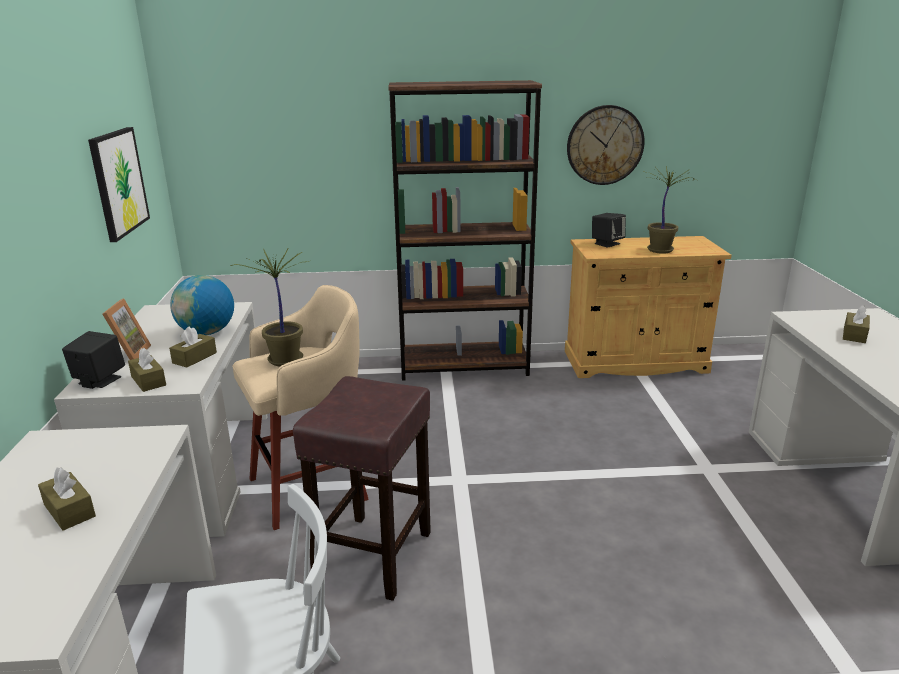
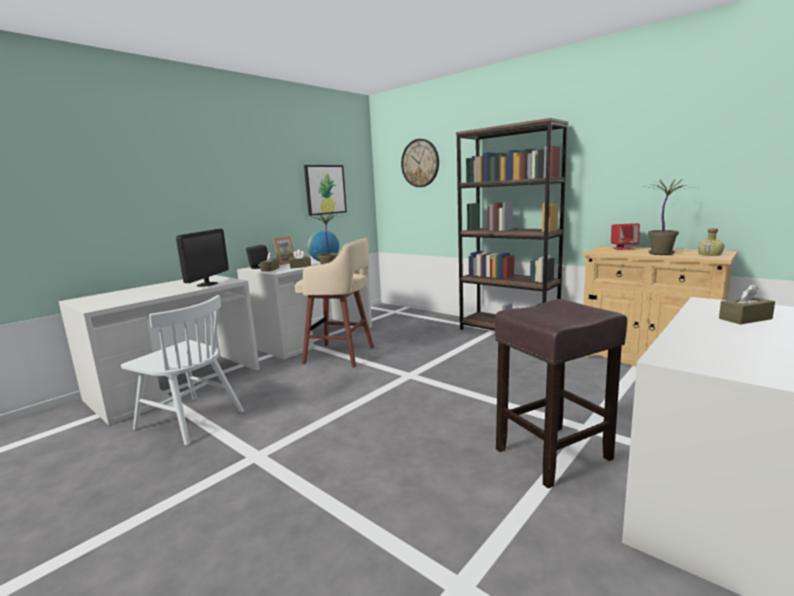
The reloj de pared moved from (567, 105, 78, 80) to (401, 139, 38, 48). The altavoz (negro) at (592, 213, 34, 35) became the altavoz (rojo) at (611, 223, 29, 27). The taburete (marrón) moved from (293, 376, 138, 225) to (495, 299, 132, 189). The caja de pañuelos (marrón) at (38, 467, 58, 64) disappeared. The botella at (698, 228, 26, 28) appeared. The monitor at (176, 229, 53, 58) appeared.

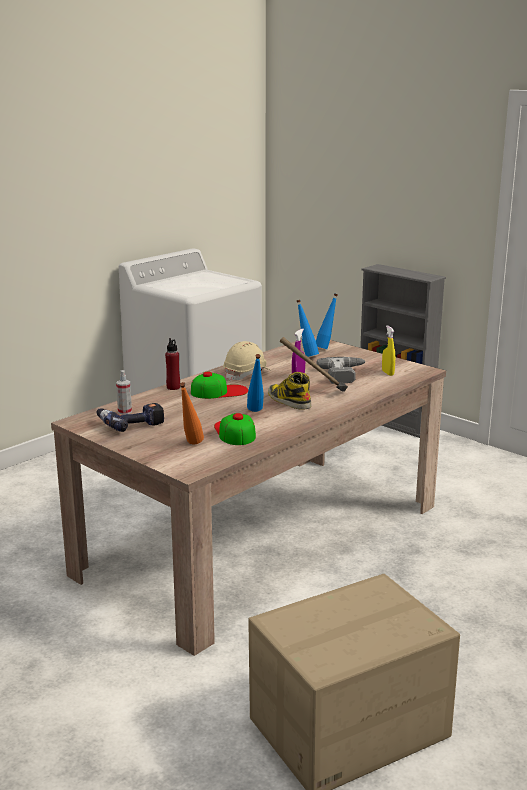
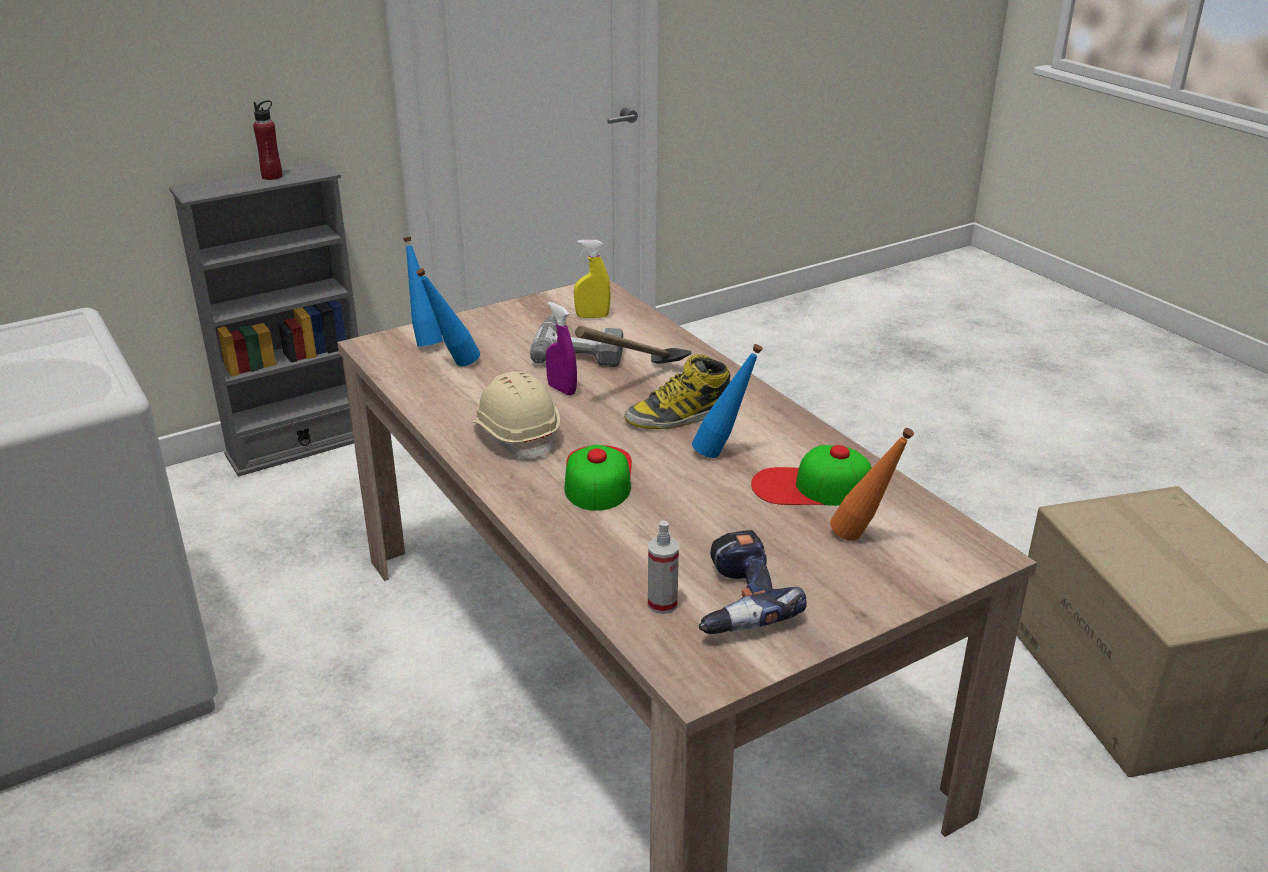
The botella (rojo) moved from (165, 338, 15, 52) to (253, 100, 29, 80).

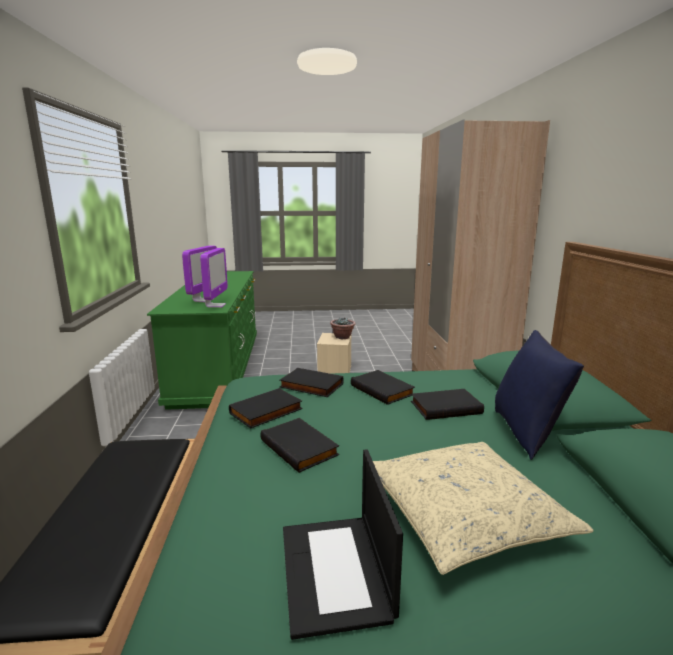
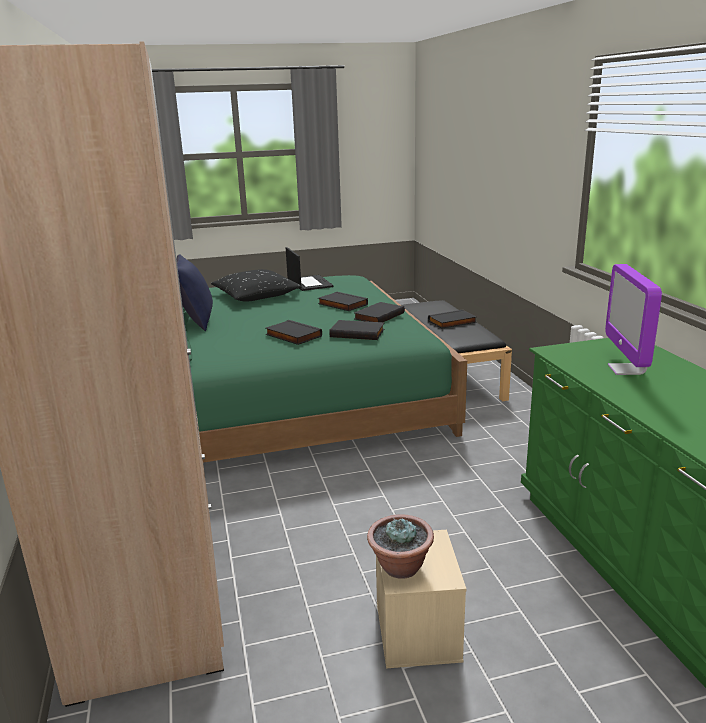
The monitor at (200, 248, 28, 60) disappeared. The libro (negro) moved from (411, 389, 73, 31) to (428, 310, 49, 19). The cojín (beis) at (373, 442, 220, 133) became the cojín (negro) at (211, 269, 90, 33).

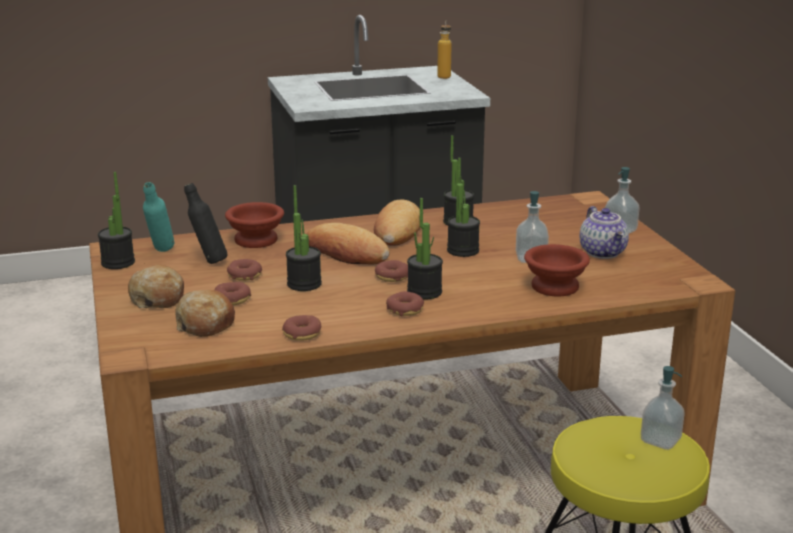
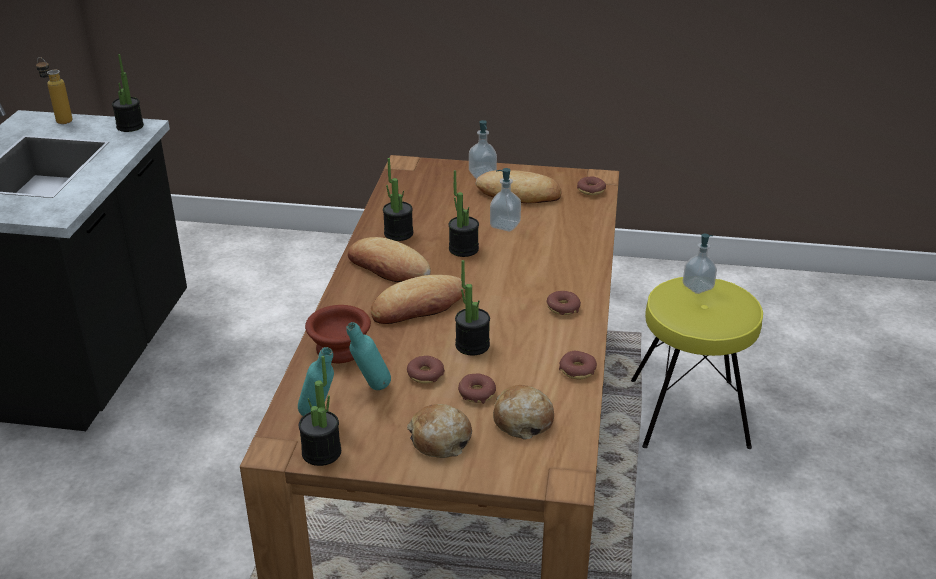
The botella (negro) at (184, 183, 43, 81) became the botella (turquesa) at (346, 322, 45, 68). The planta en maceta moved from (407, 198, 36, 102) to (112, 54, 32, 78). The tetera at (580, 206, 49, 53) was replaced by the pan at (476, 170, 86, 33). The cuenco (marrón) at (524, 244, 66, 53) disappeared. The rosquilla moved from (375, 260, 33, 22) to (577, 176, 29, 19).

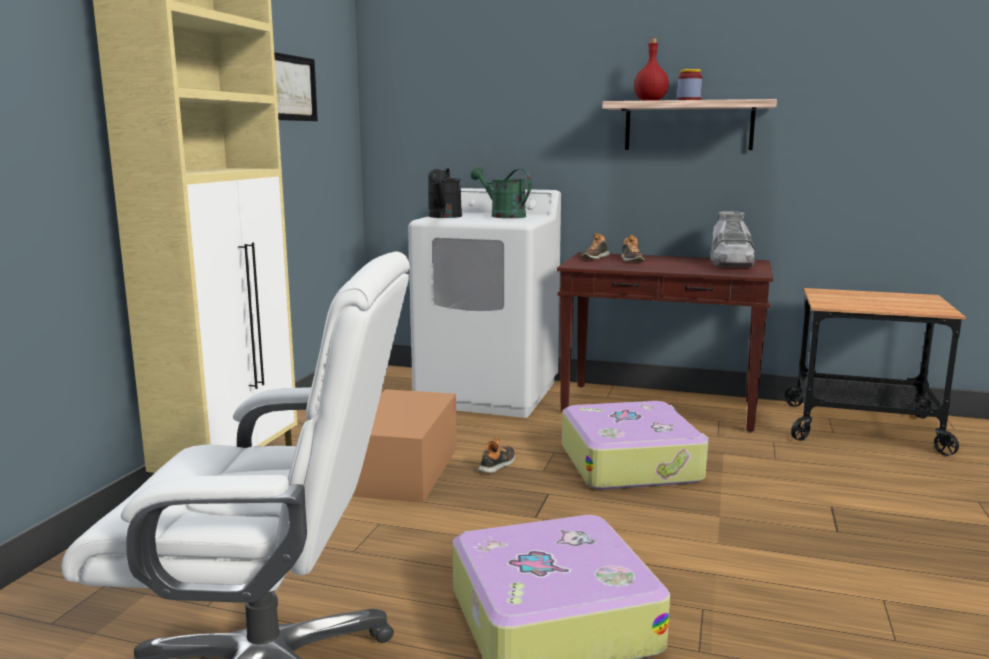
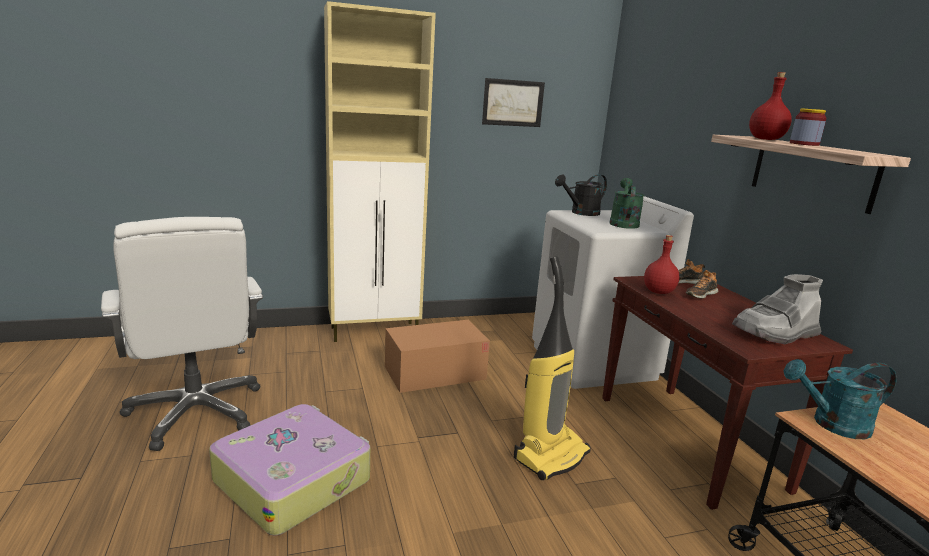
The maleta at (562, 401, 147, 89) was replaced by the aspiradora at (514, 256, 77, 225). The zapato at (478, 438, 37, 35) disappeared. The botella (rojo) at (644, 235, 36, 59) appeared. The regadera (turquesa) at (784, 359, 113, 80) appeared.

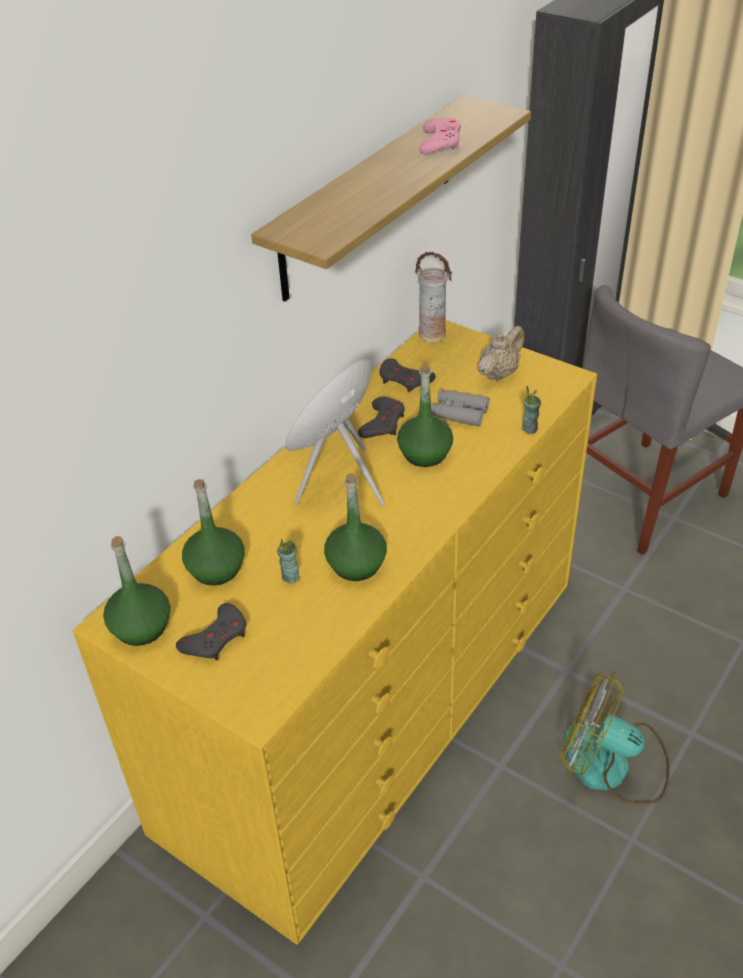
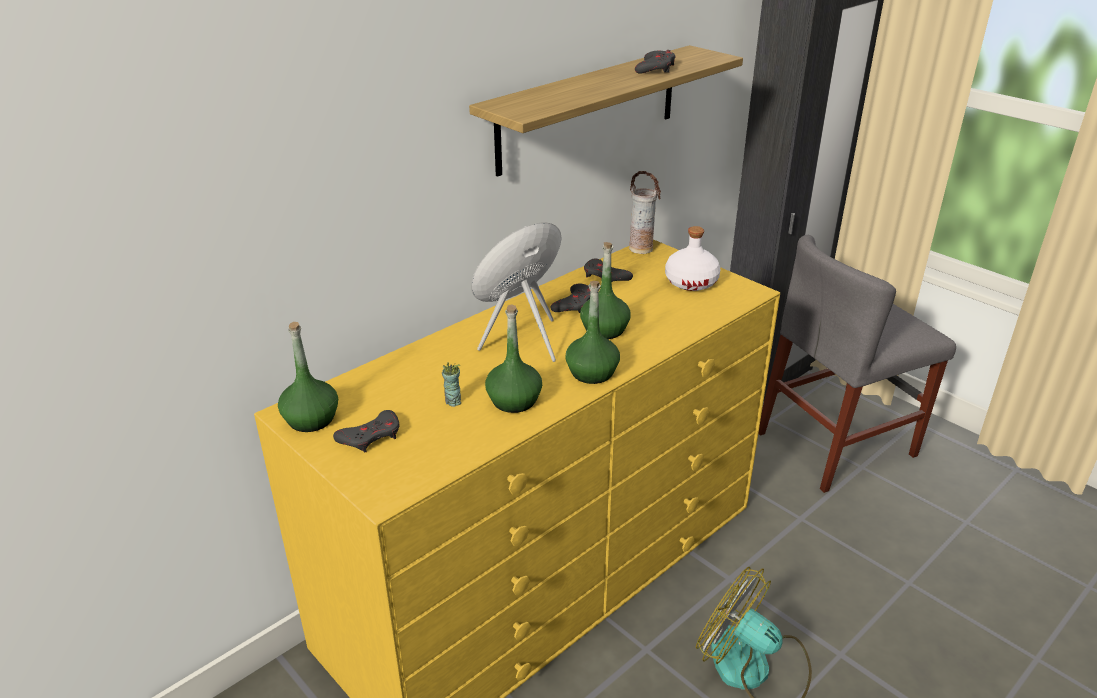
The mando de consola (rosa) at (419, 118, 42, 36) became the mando de consola (gris) at (635, 50, 41, 24). The tetera (beis) at (478, 326, 46, 55) was replaced by the botella (blanco) at (665, 226, 55, 65). The taza at (521, 386, 20, 48) disappeared. The prismáticos (gris) at (431, 389, 59, 38) disappeared. The botella (verde) moved from (182, 479, 63, 106) to (565, 281, 55, 103).

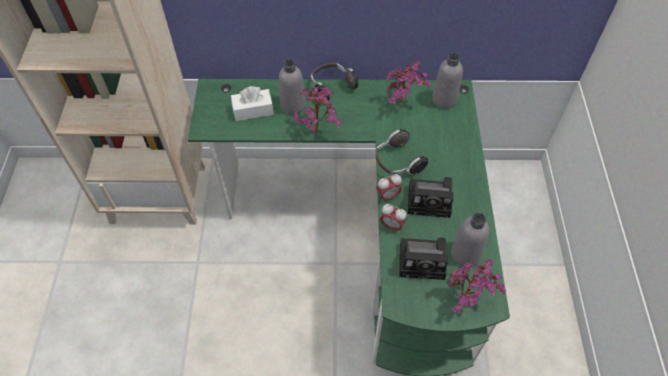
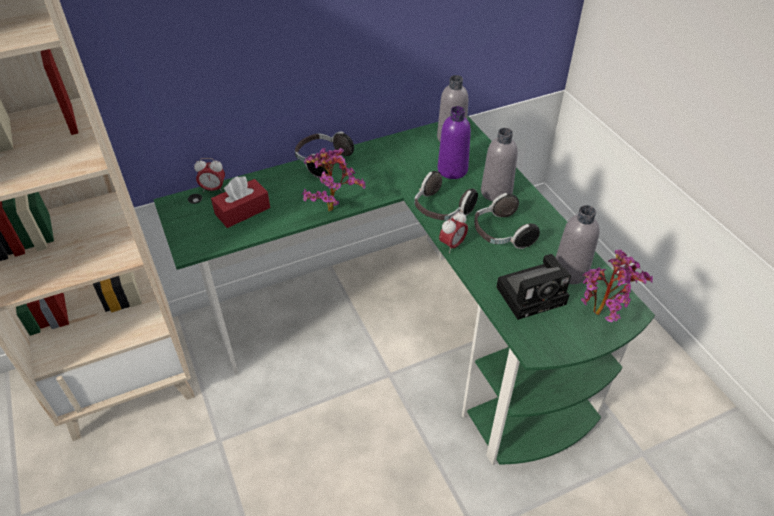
The botella (gris) moved from (279, 59, 26, 56) to (481, 128, 37, 74). The planta en maceta at (386, 61, 45, 43) disappeared. The caja de pañuelos (blanco) at (231, 86, 43, 35) became the caja de pañuelos (rojo) at (211, 176, 59, 52). The cámara at (408, 177, 45, 41) was replaced by the auriculares at (474, 193, 66, 56). The despertador moved from (380, 204, 27, 29) to (194, 158, 31, 34). The botella (morado) at (438, 106, 33, 73) appeared.

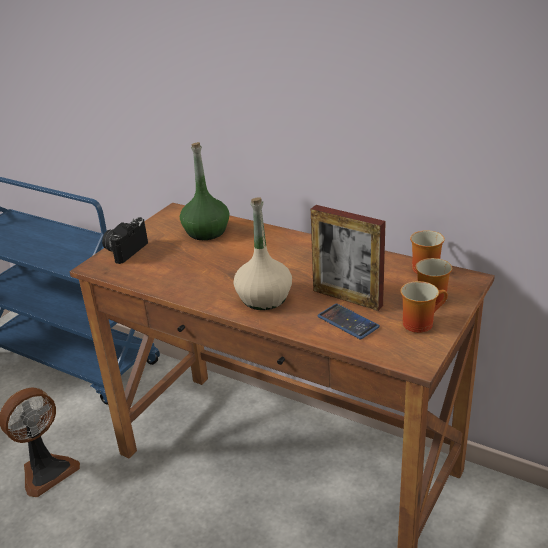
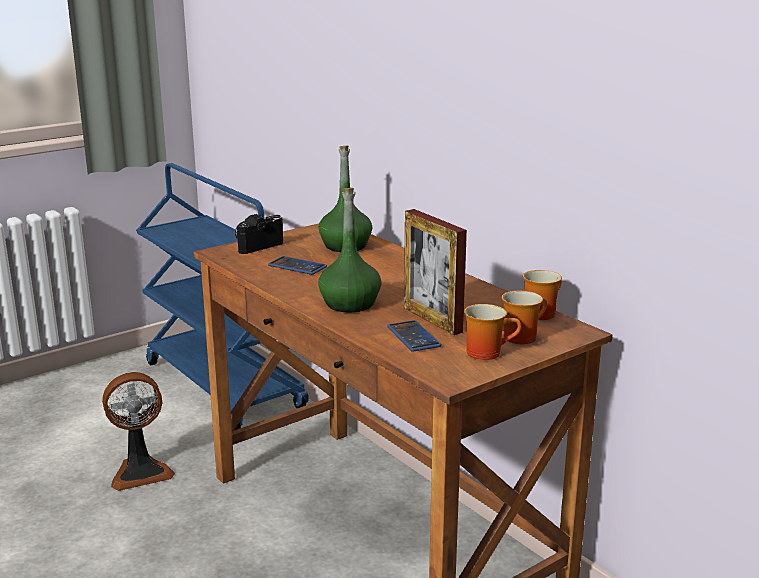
The botella (beis) at (234, 197, 58, 113) became the botella (verde) at (318, 188, 64, 125). The móvil at (268, 256, 59, 19) appeared.

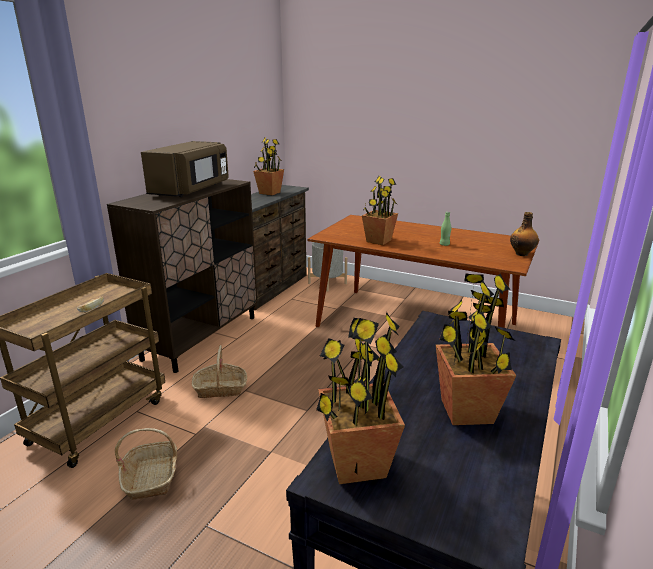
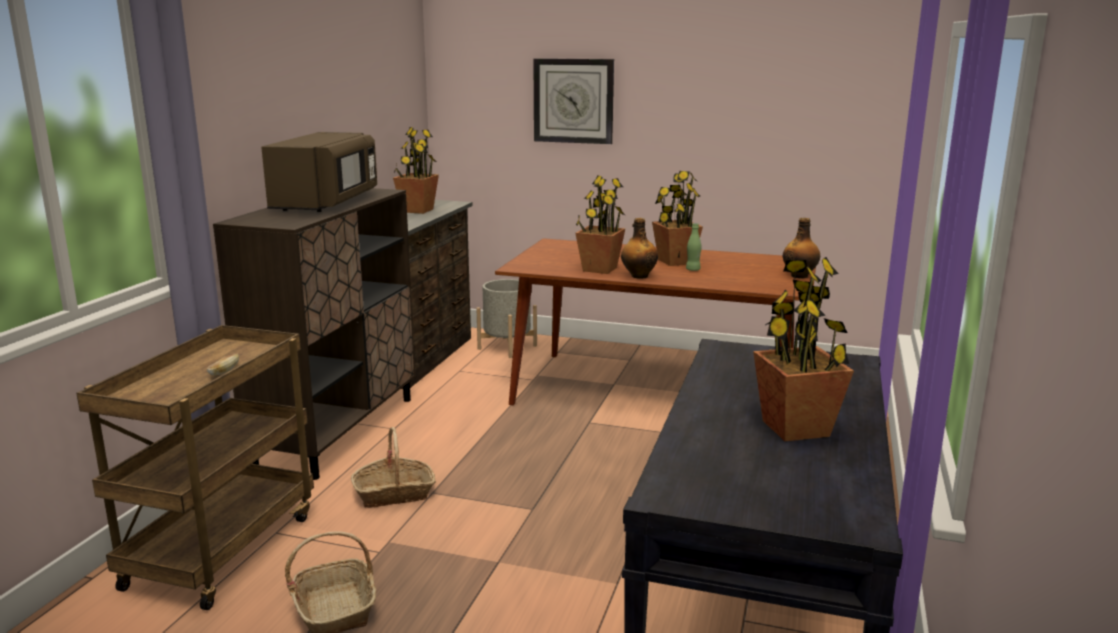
The planta en maceta moved from (316, 312, 89, 172) to (652, 171, 51, 95). The reloj de pared at (533, 58, 81, 86) appeared. The botella at (621, 218, 37, 61) appeared.

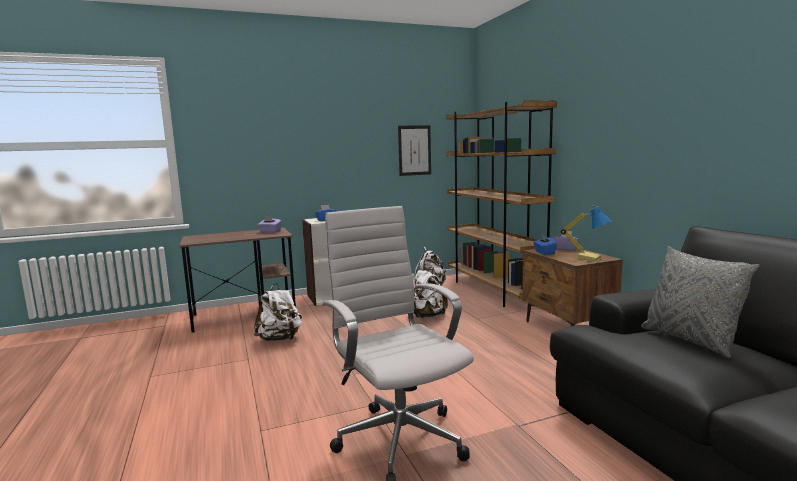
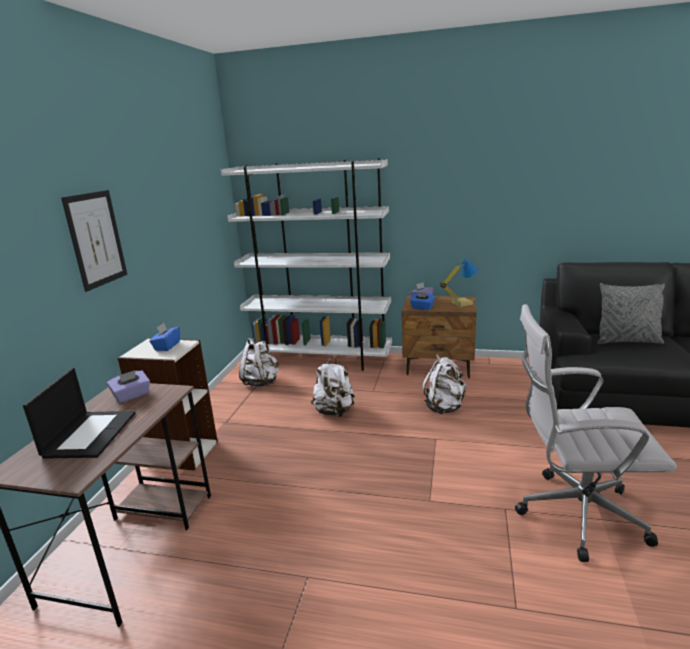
The estantería (marrón) at (446, 100, 111, 207) became the estantería (blanco) at (221, 158, 171, 213). The cuadro moved from (398, 125, 33, 51) to (61, 190, 66, 102). The mochila (blanco) moved from (254, 283, 48, 58) to (422, 354, 45, 60). The portátil at (23, 368, 113, 91) appeared.

